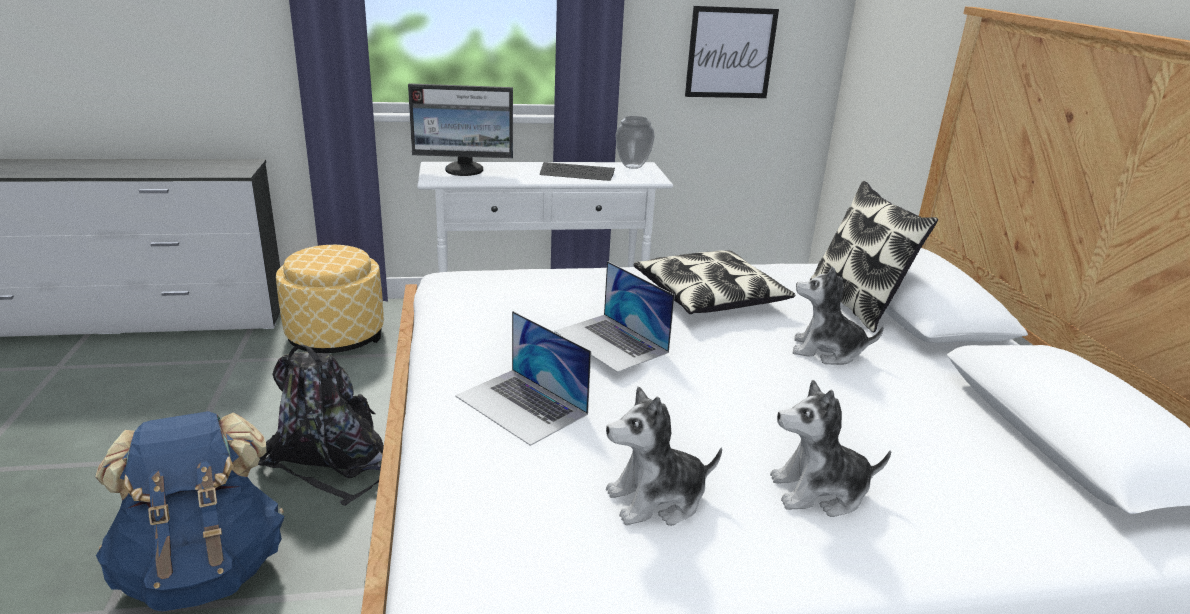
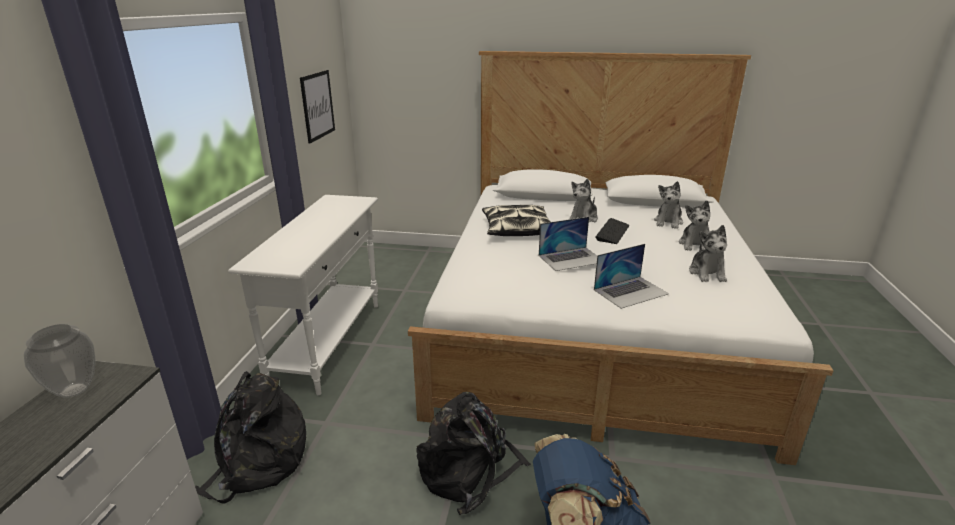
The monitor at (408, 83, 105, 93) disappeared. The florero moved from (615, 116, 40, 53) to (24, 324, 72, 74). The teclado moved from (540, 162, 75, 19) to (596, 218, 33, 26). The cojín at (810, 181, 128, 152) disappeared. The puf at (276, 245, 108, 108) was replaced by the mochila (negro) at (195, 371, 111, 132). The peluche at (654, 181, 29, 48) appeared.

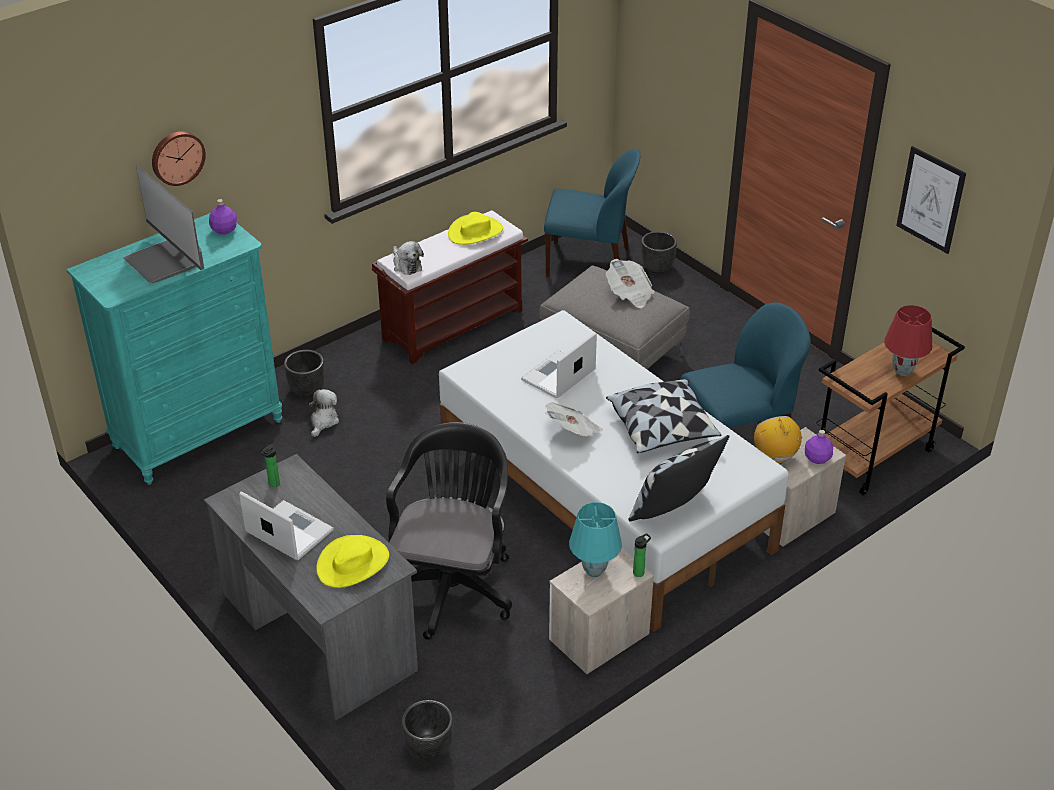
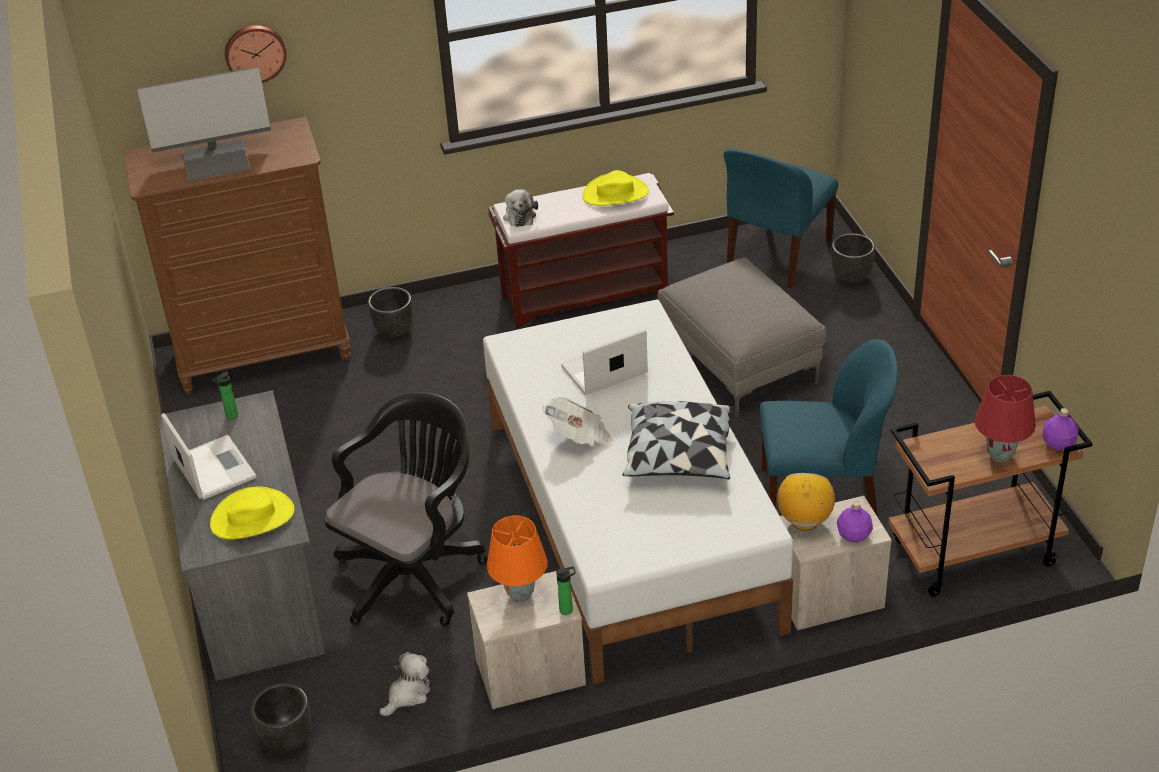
The cuadro at (896, 146, 70, 108) disappeared. The silla (azul) at (544, 149, 97, 128) turned 90 degrees clockwise. The monitor at (123, 165, 81, 118) turned 90 degrees counterclockwise. The botella (morado) moved from (209, 199, 28, 36) to (1042, 408, 37, 42). The cómoda (turquesa) at (66, 213, 216, 272) became the cómoda (marrón) at (123, 117, 228, 277). The periódico at (606, 259, 49, 49) disappeared. The peluche moved from (309, 389, 30, 48) to (380, 652, 50, 64). The cojín at (628, 435, 101, 86) disappeared. The lámpara de mesa (turquesa) at (569, 502, 53, 75) became the lámpara de mesa (naranja) at (487, 516, 61, 86).

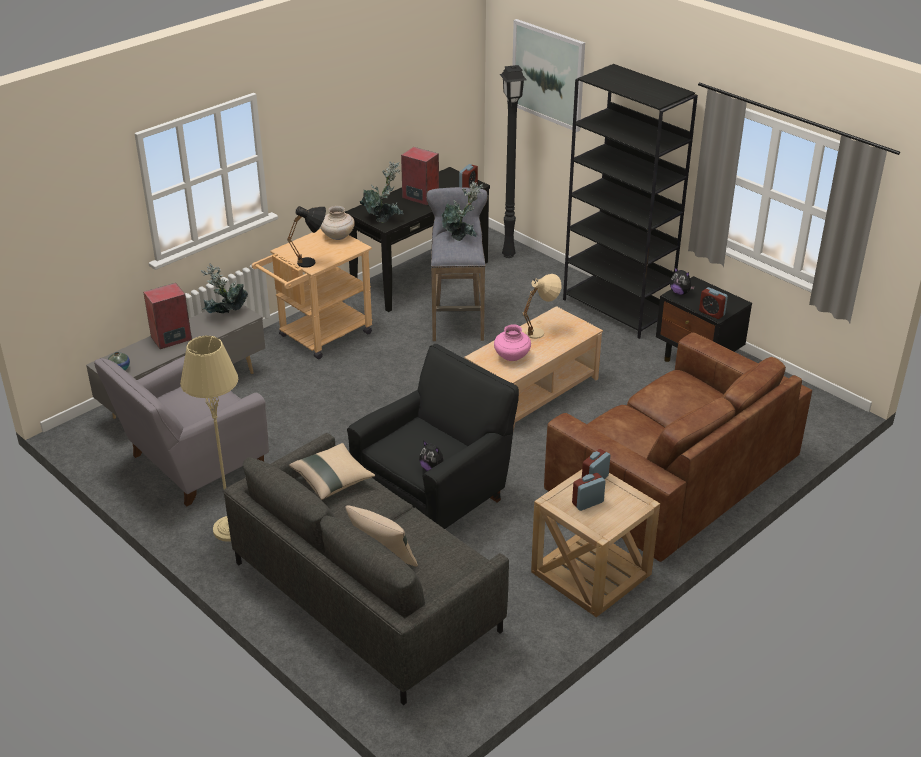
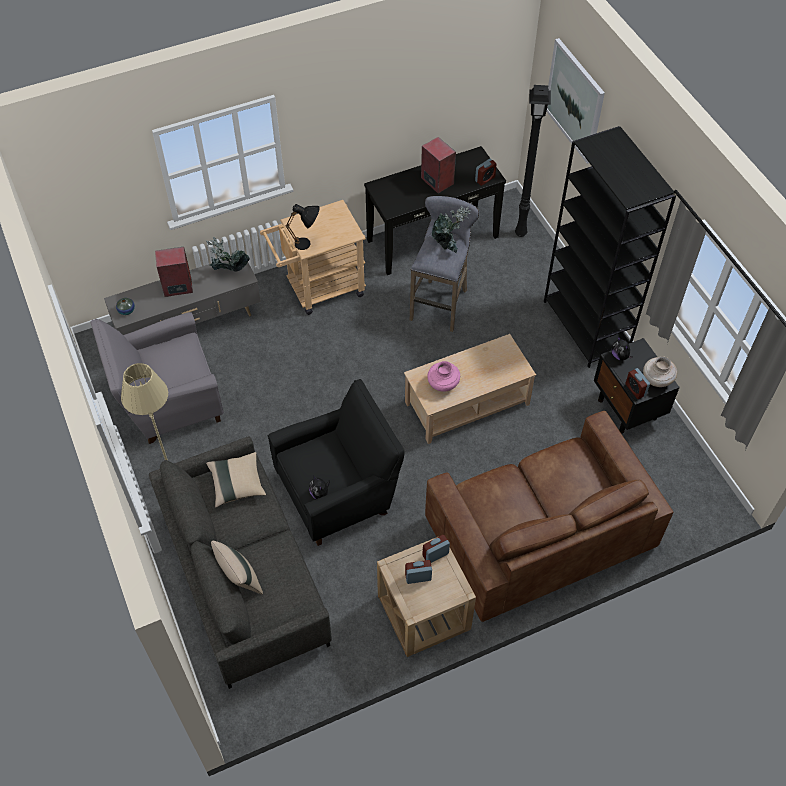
The planta en maceta at (360, 162, 43, 60) disappeared. The florero (beis) moved from (321, 206, 34, 34) to (643, 356, 34, 31). The lámpara de mesa (beis) at (523, 274, 38, 65) disappeared.

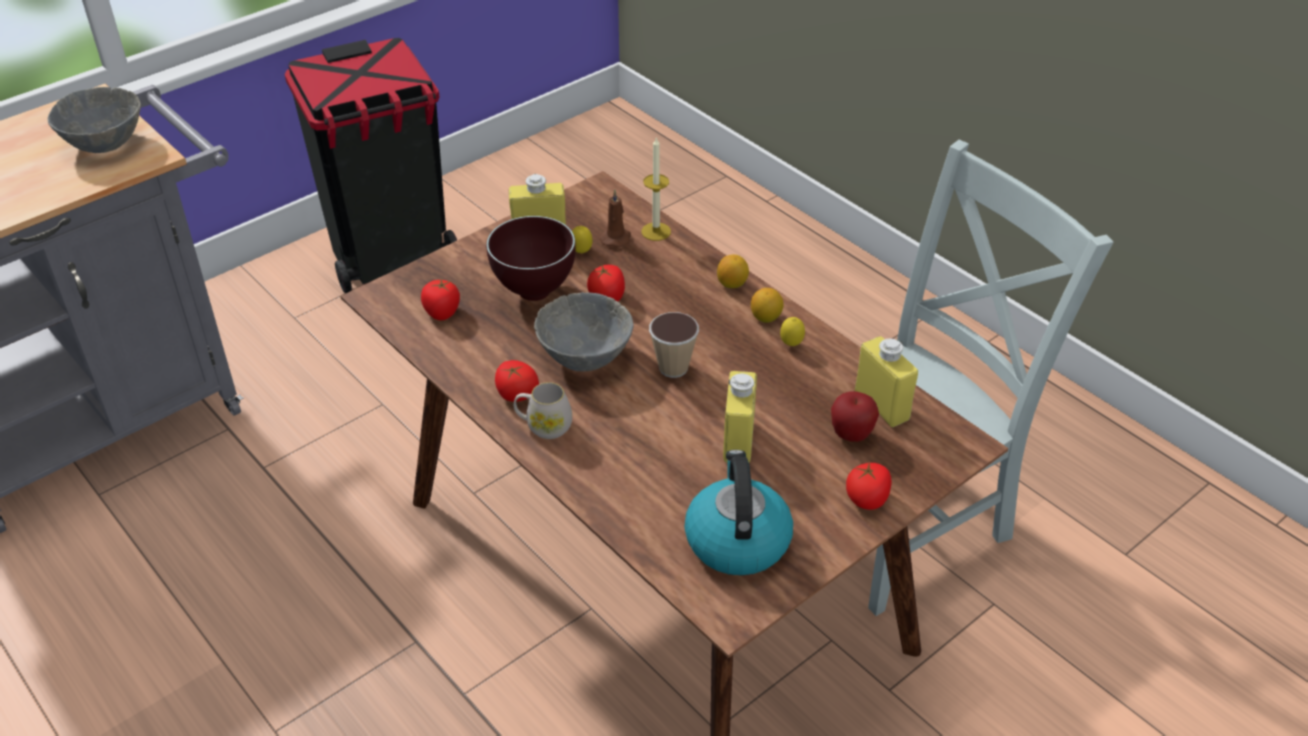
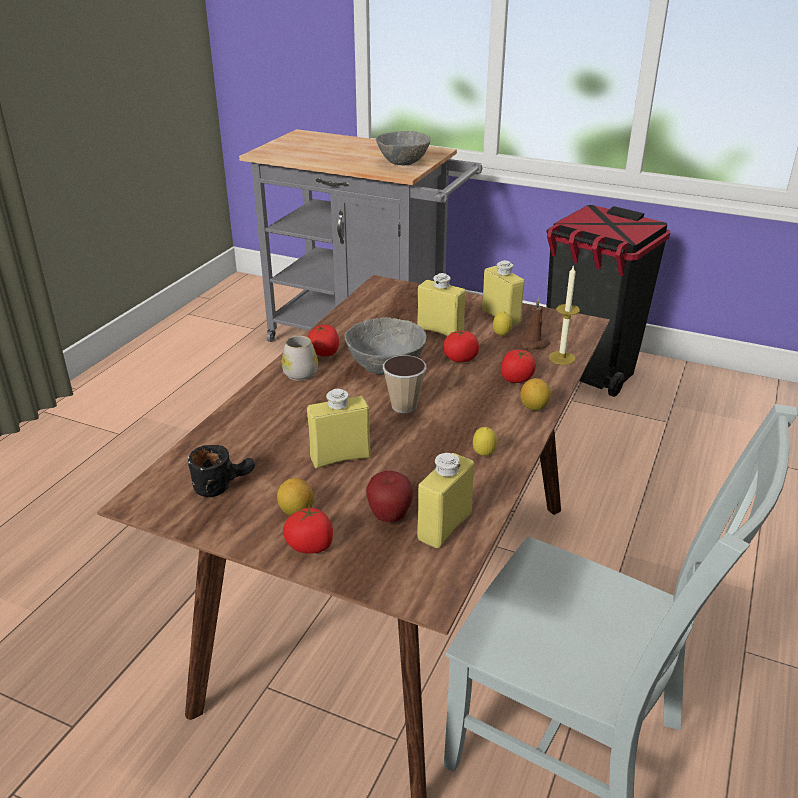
The cuenco (marrón) at (486, 216, 90, 85) was replaced by the botella (amarillo) at (417, 273, 49, 63). The tomate moved from (421, 278, 39, 42) to (501, 350, 35, 33). The limón moved from (751, 288, 33, 35) to (277, 478, 37, 38). The hervidor at (684, 450, 109, 126) was replaced by the taza grande (negro) at (188, 445, 67, 52).

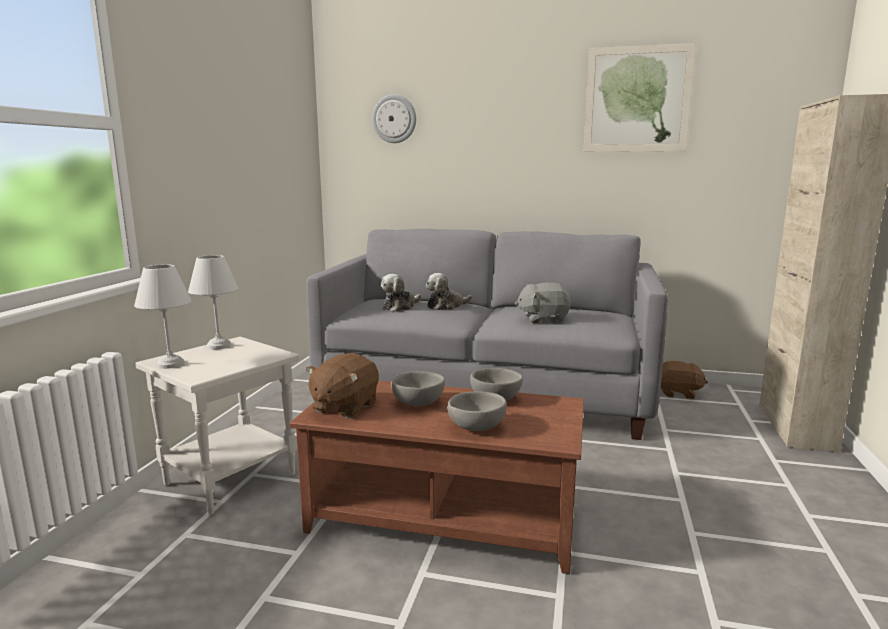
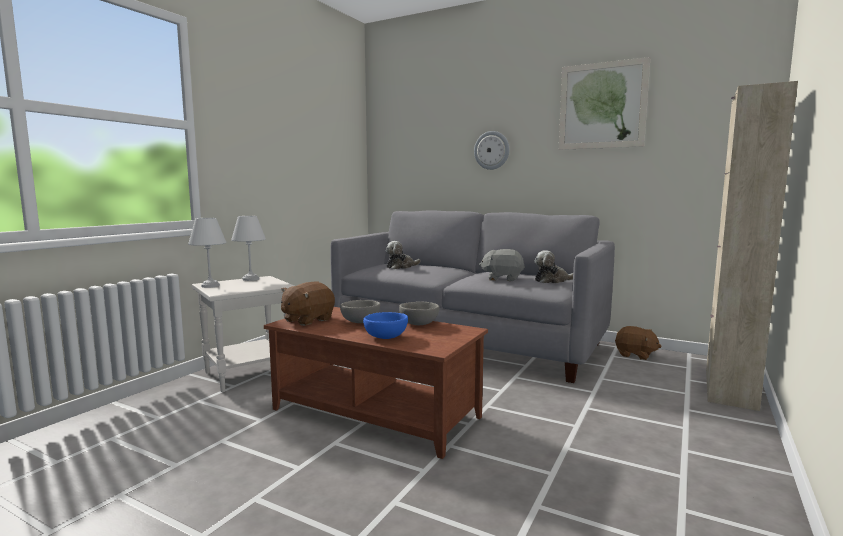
The reloj de pared moved from (372, 94, 44, 49) to (474, 131, 36, 39). The peluche moved from (426, 273, 46, 37) to (534, 250, 39, 33). The cuenco (gris) at (447, 392, 60, 39) became the cuenco (azul) at (363, 312, 45, 27).

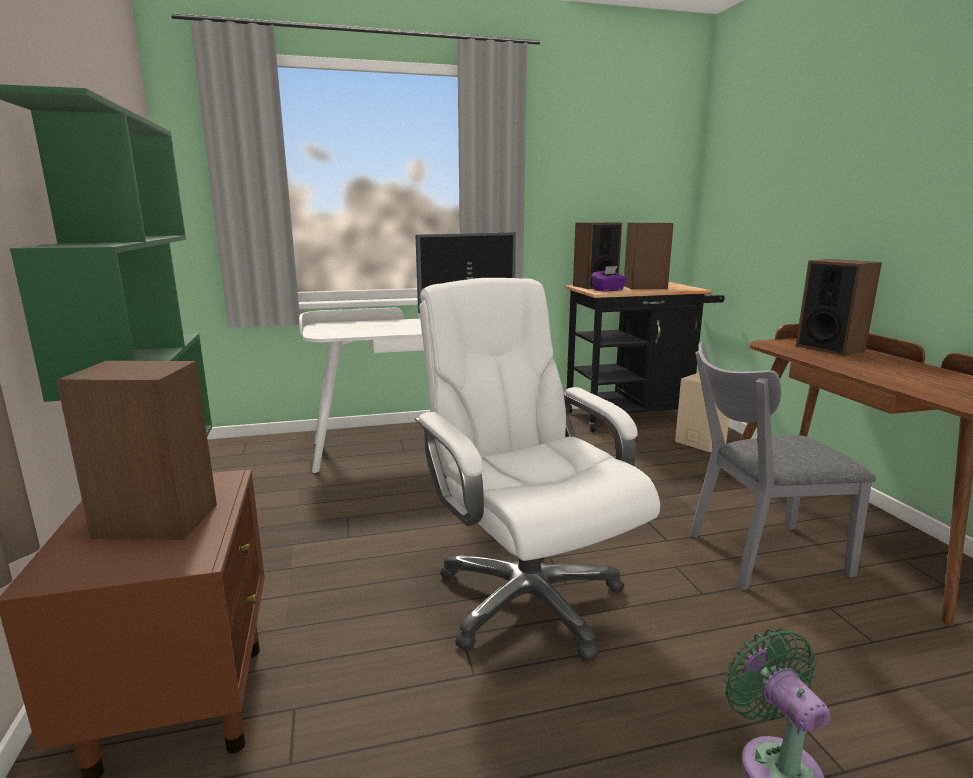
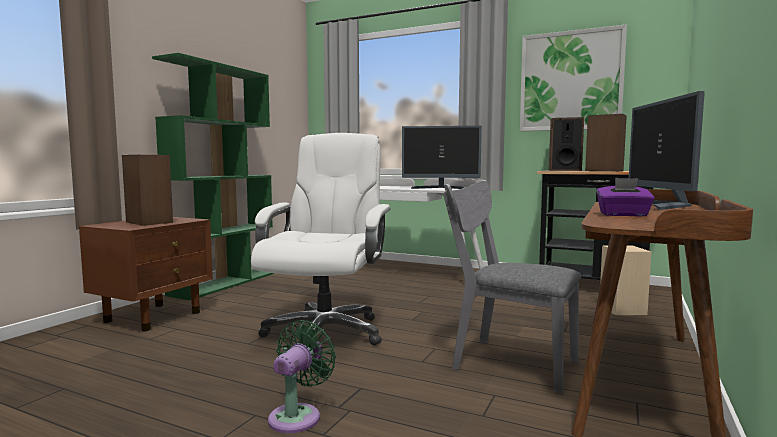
The altavoz at (796, 259, 86, 97) was replaced by the monitor at (629, 91, 76, 119). The caja de pañuelos (morado) moved from (591, 266, 36, 26) to (596, 178, 59, 39). The cuadro at (520, 24, 107, 107) appeared.

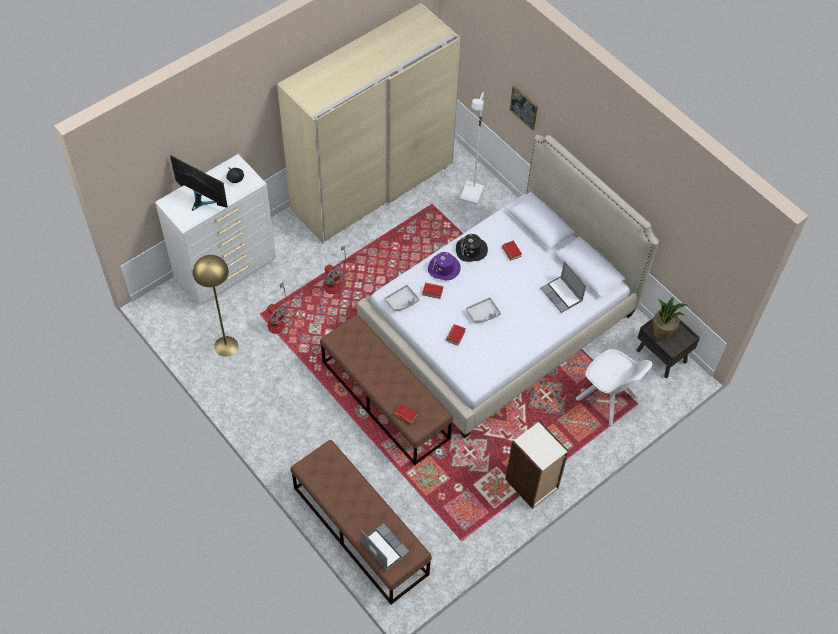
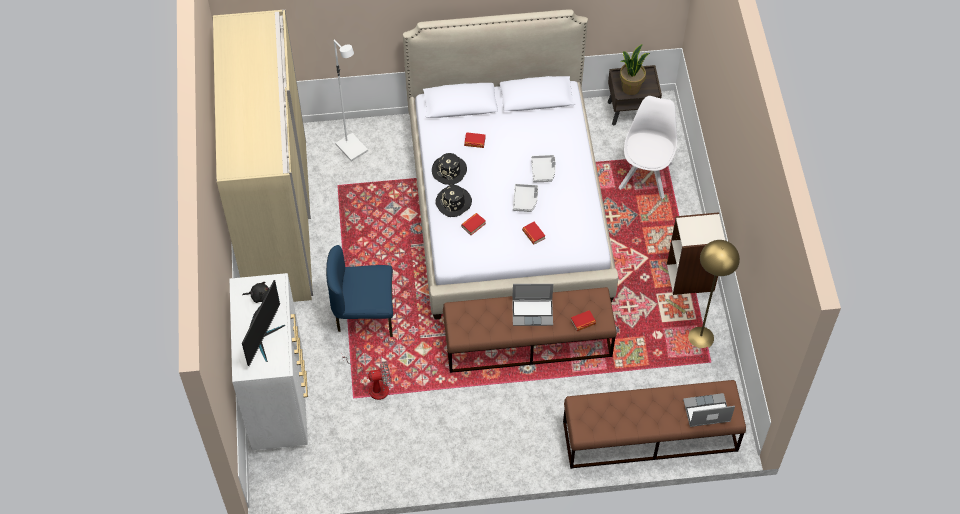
The cuadro at (510, 85, 28, 46) disappeared. The monitor at (170, 155, 58, 56) turned 135 degrees clockwise. The ventilador at (324, 245, 22, 49) was replaced by the silla (azul) at (326, 245, 67, 92). The sombrero (morado) at (428, 252, 33, 28) became the sombrero (negro) at (435, 185, 37, 32). The lámpara de pie (amarillo) moved from (193, 255, 45, 102) to (688, 240, 52, 108). The portátil moved from (540, 261, 46, 52) to (512, 284, 41, 42). The bandeja (gris) moved from (384, 285, 36, 26) to (531, 155, 25, 27). The silla (blanco) at (576, 349, 76, 77) turned 60 degrees counterclockwise.

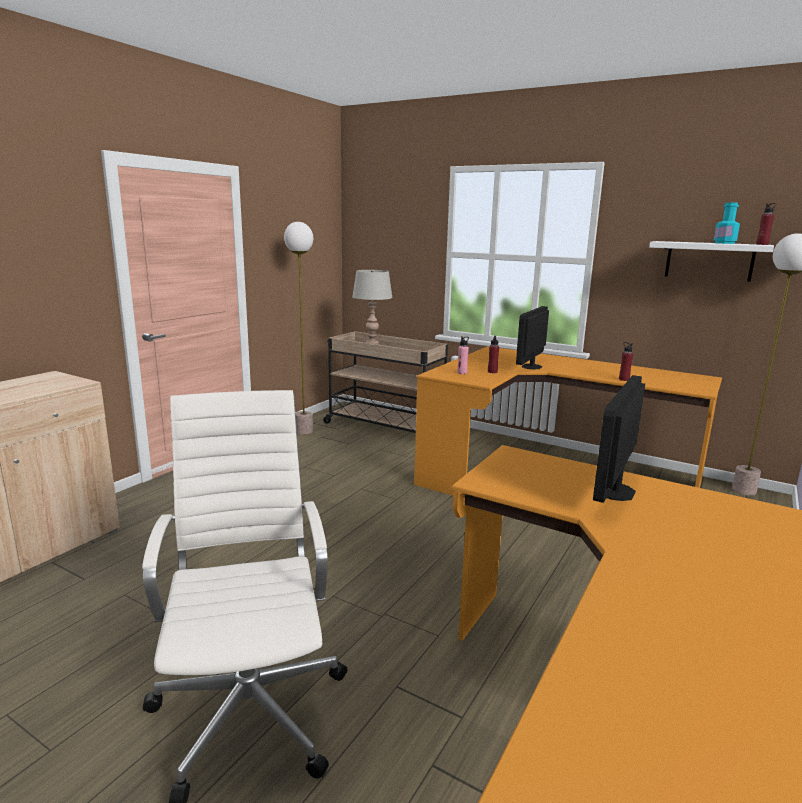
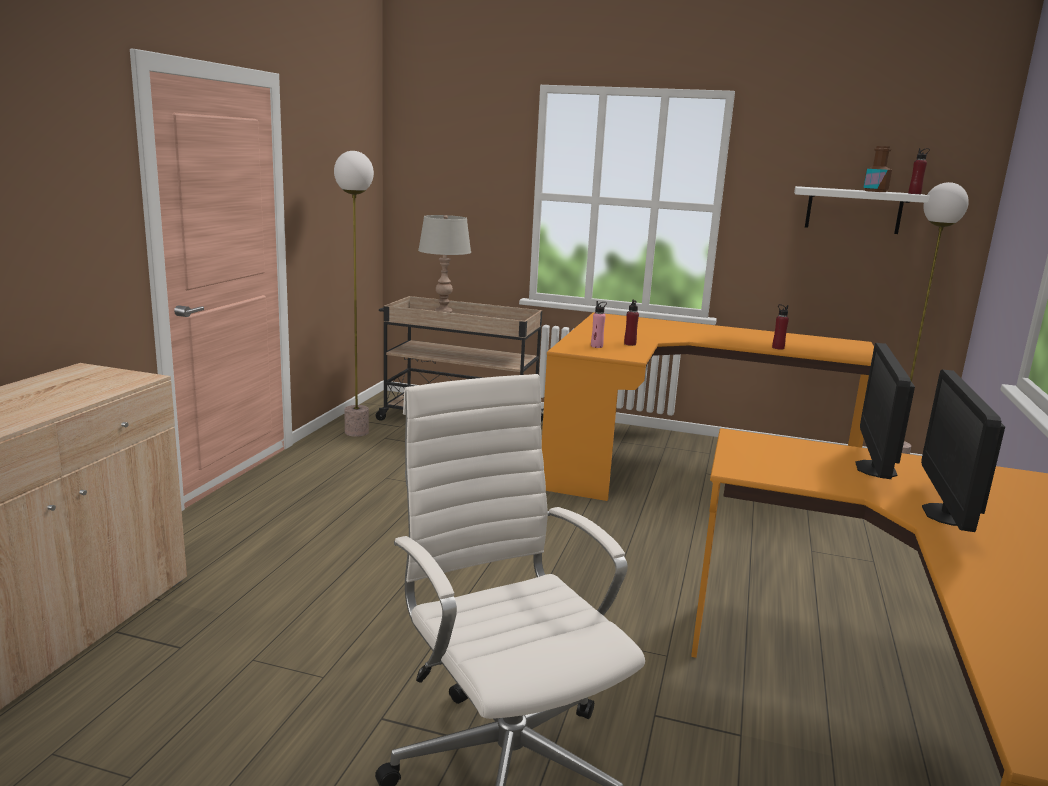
The botella (turquesa) at (714, 203, 26, 41) became the botella (marrón) at (863, 146, 29, 46). The monitor moved from (516, 306, 33, 63) to (921, 369, 84, 163).

